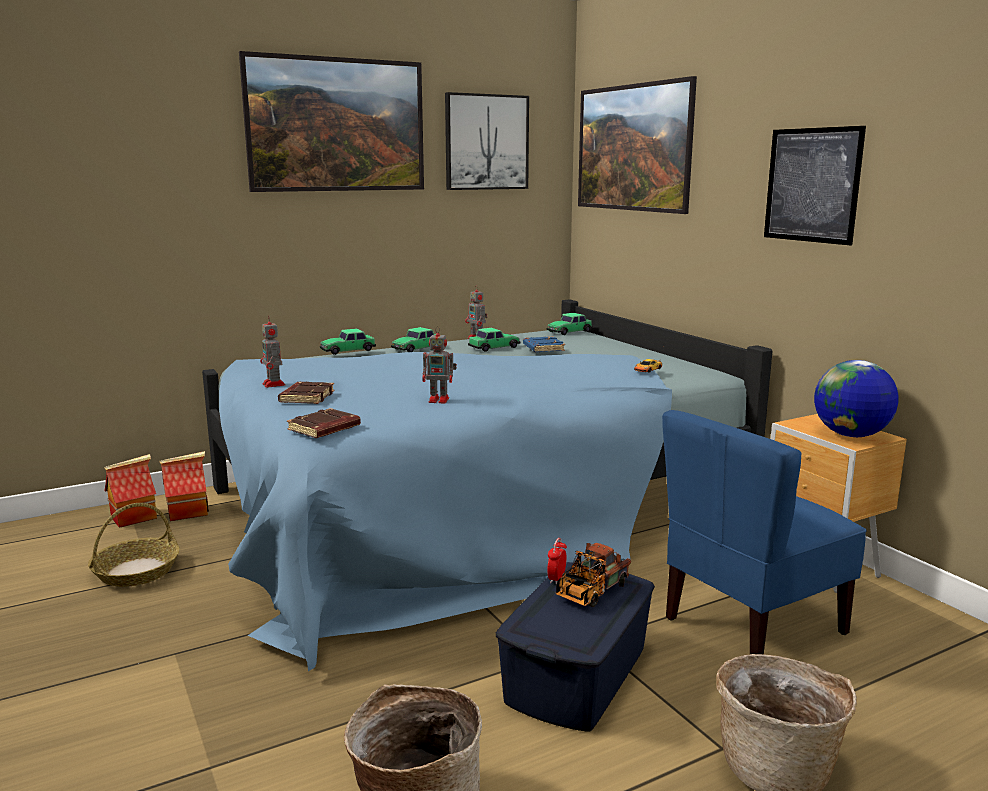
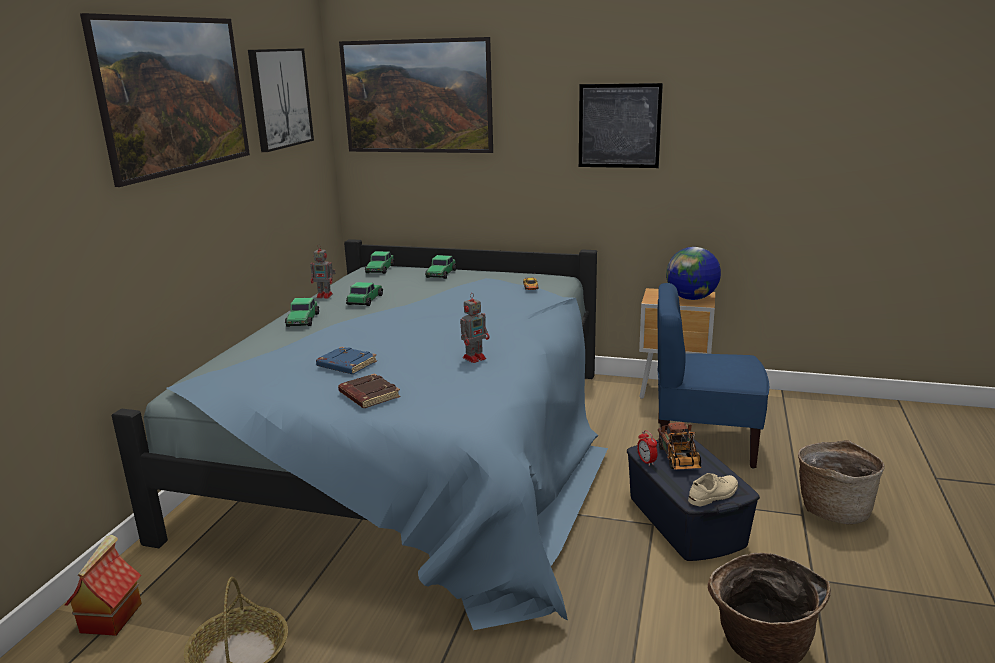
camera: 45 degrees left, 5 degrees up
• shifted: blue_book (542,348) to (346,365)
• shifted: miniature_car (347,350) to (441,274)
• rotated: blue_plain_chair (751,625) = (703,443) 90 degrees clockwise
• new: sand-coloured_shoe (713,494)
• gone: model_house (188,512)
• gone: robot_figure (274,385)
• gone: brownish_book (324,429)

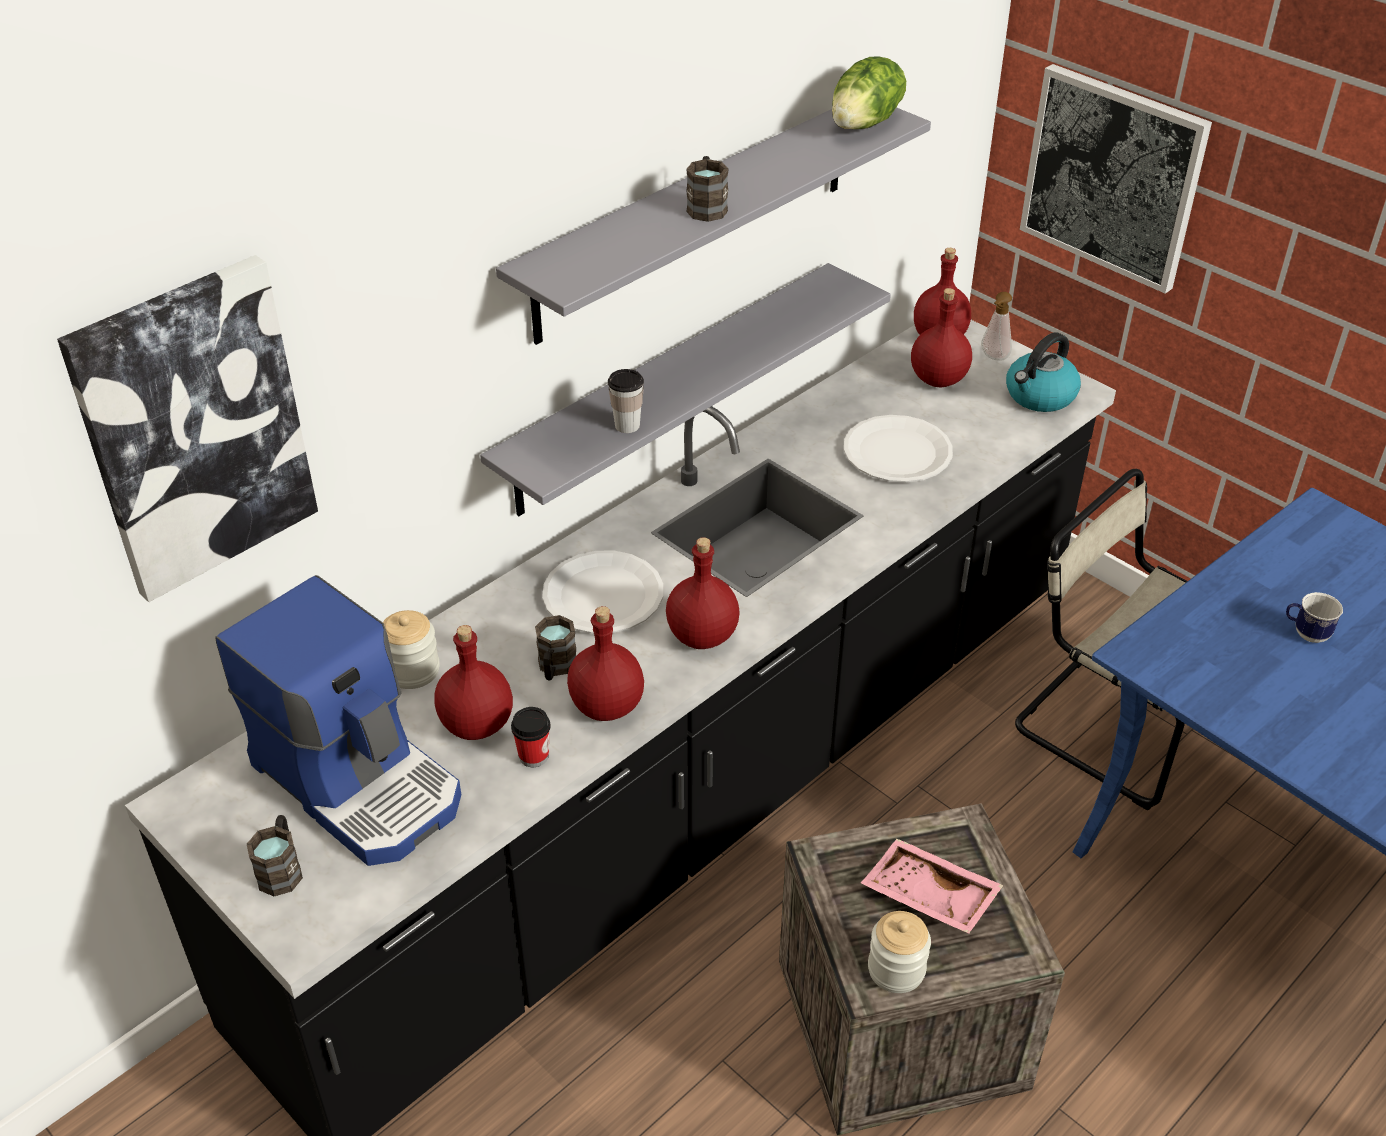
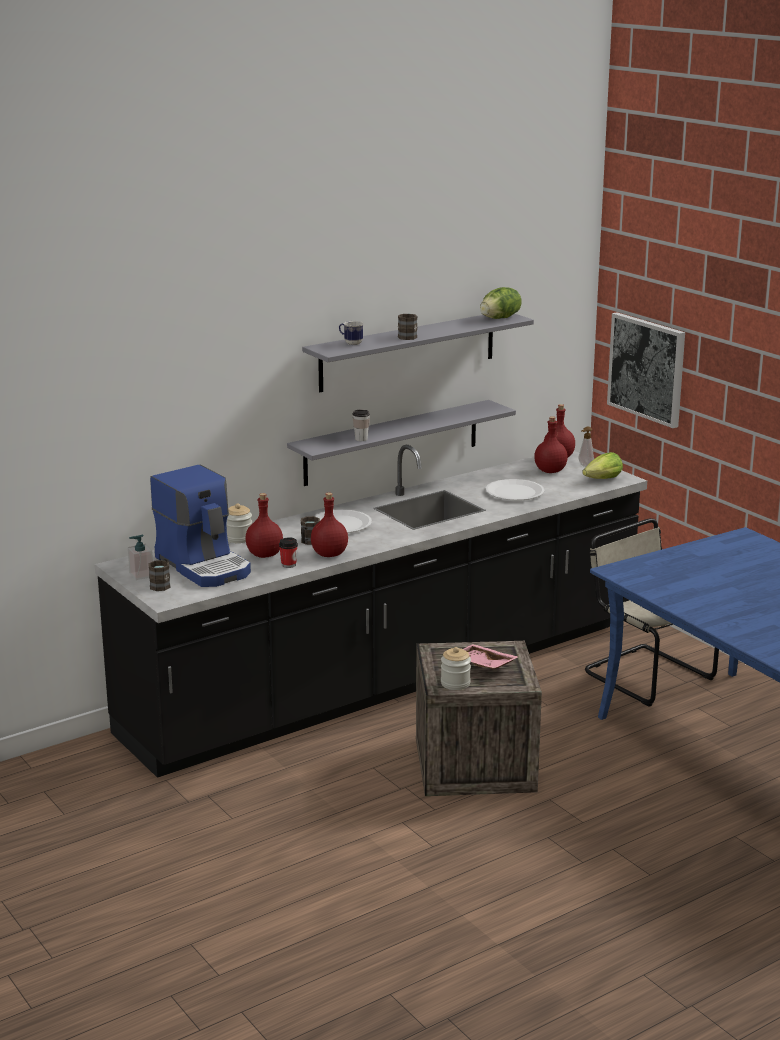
camera: 10 degrees right, 20 degrees down
• new: soap_bottle (141,575)
• shifted: coffee_mug (1305,633) to (351,343)
• swapped: tea_kettle (1039,396) to lettuce_head (603,479)
• gone: wall_picture (194,429)
• gone: reddish_beverage_bottle (703,636)

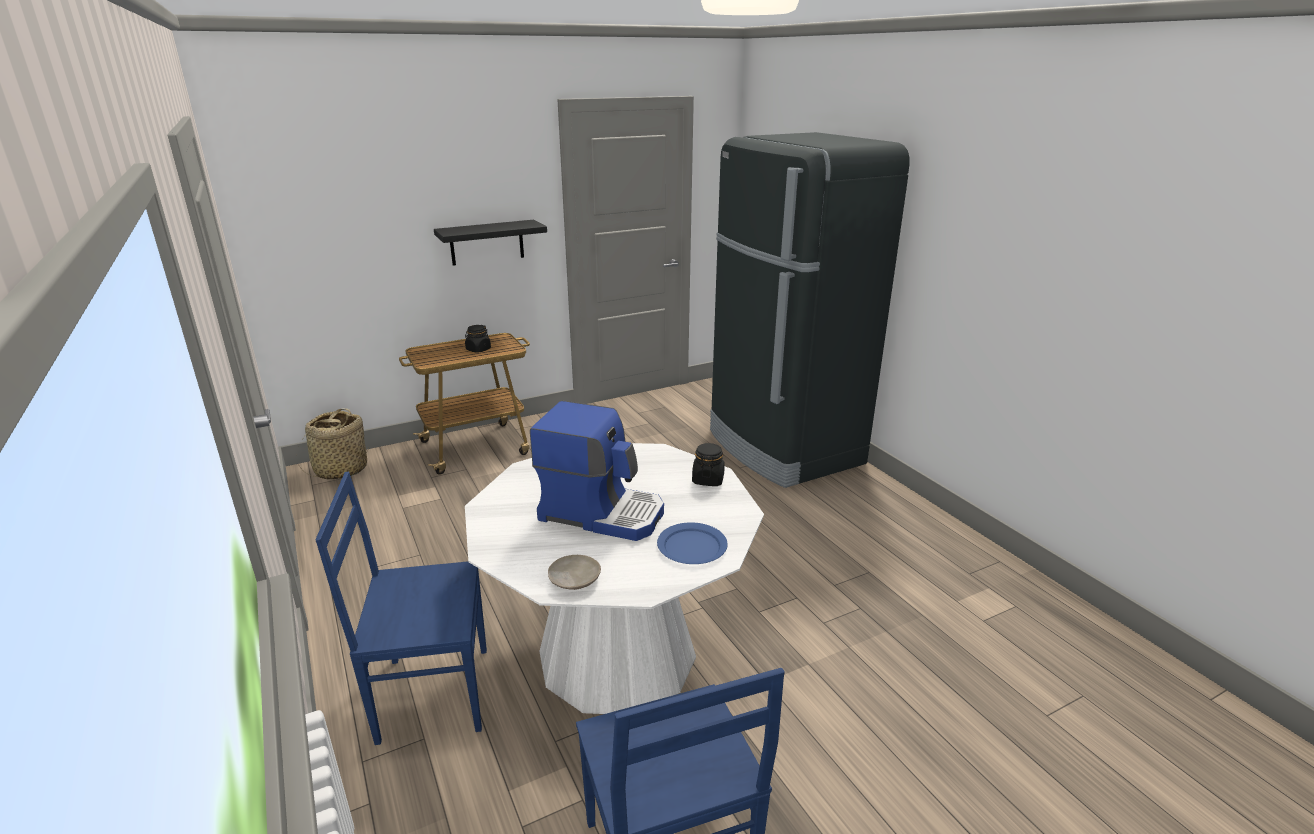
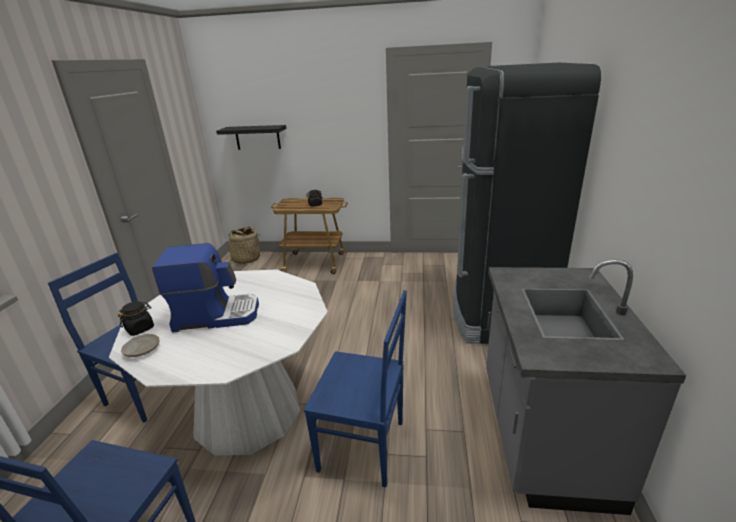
camera: 35 degrees right, 0 degrees up
• shifted: black_jar (708,479) to (140,328)
• rotated: coffee_brewer (602,512) = (216,315) 60 degrees counterclockwise
• shifted: black_shelf (487,242) to (257,137)
• new: blue_plain_chair (364,446)
• new: greyish_kitchen_base_unit (542,435)
• gone: blue_plate (692,546)

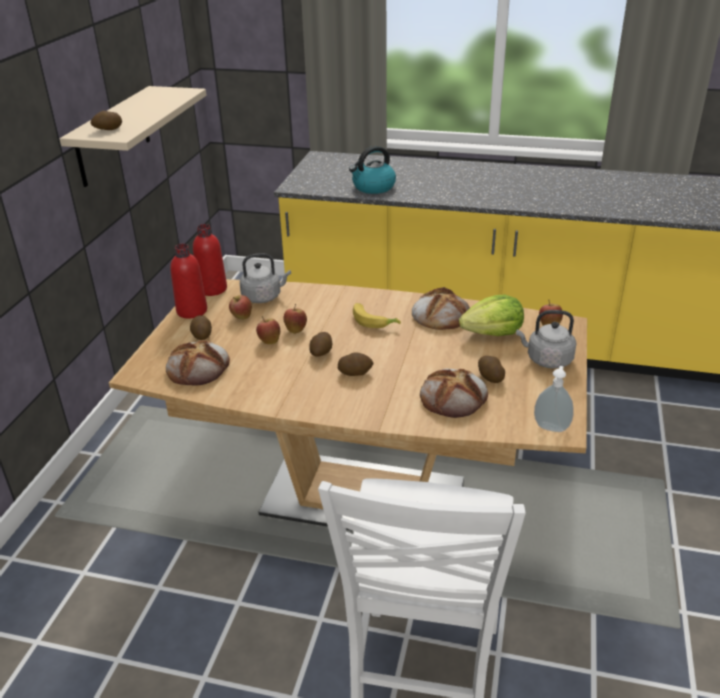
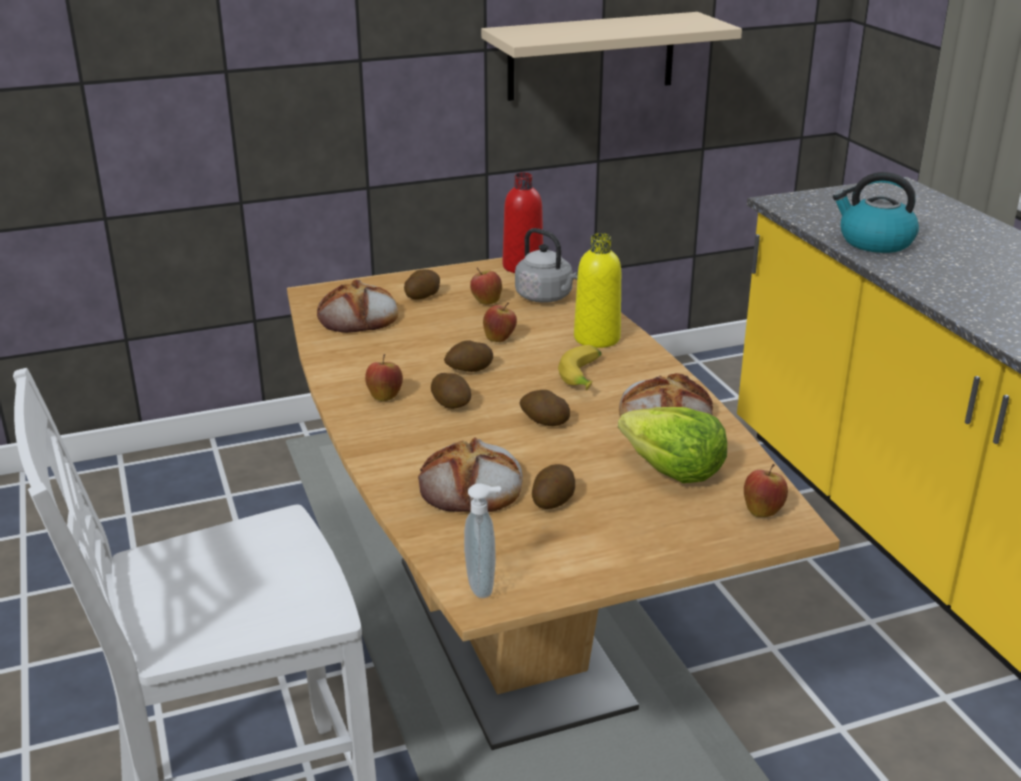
camera: 55 degrees right, 5 degrees down
• shifted: apple_fruit (269,341) to (384,396)
• shifted: potato (108,130) to (544,421)
• new: yellowish_beverage_bottle (597,338)
• gone: reddish_beverage_bottle (192,311)
• gone: greyish_tea_kettle (546,360)

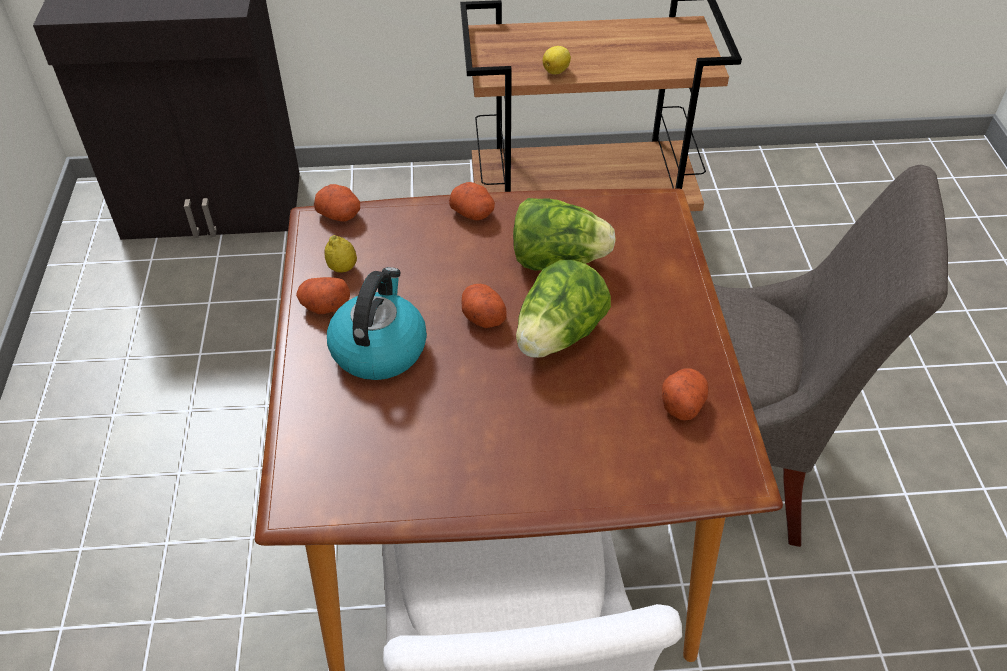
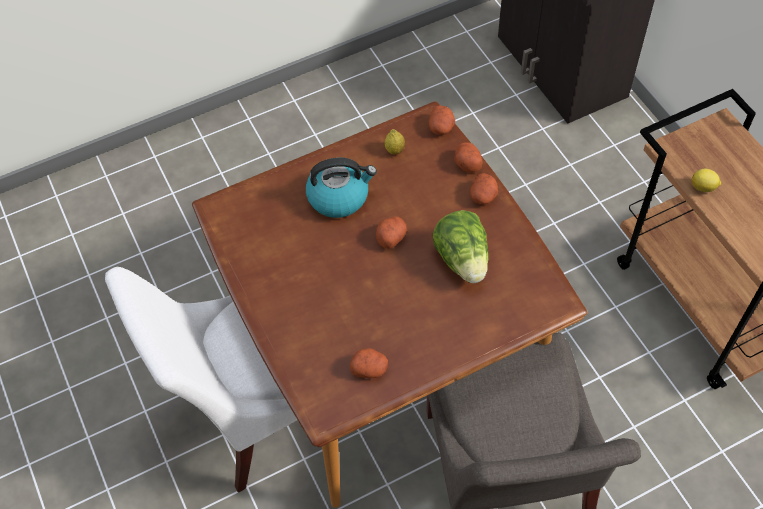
camera: 70 degrees right, 10 degrees up
• shifted: potato (324,306) to (467,163)
• gone: lettuce_head (558,336)

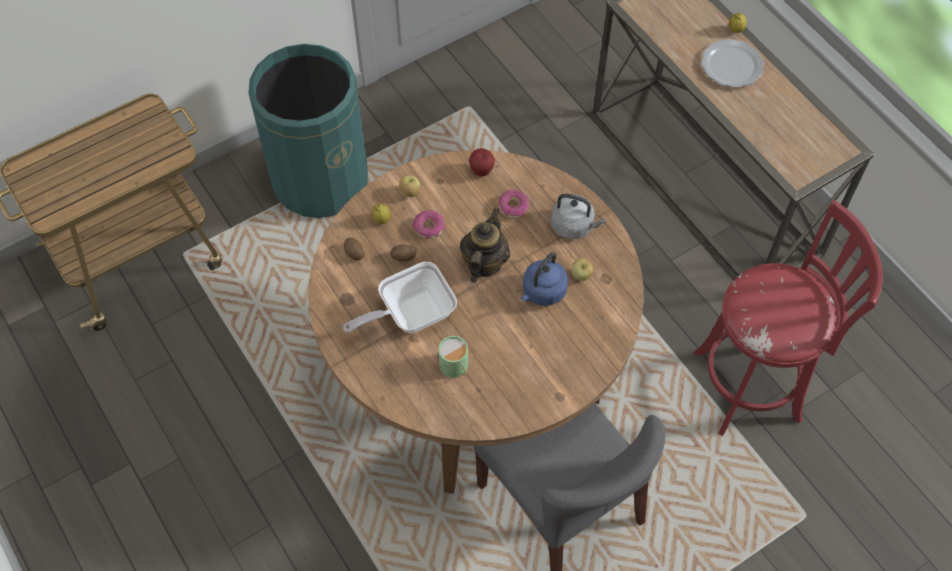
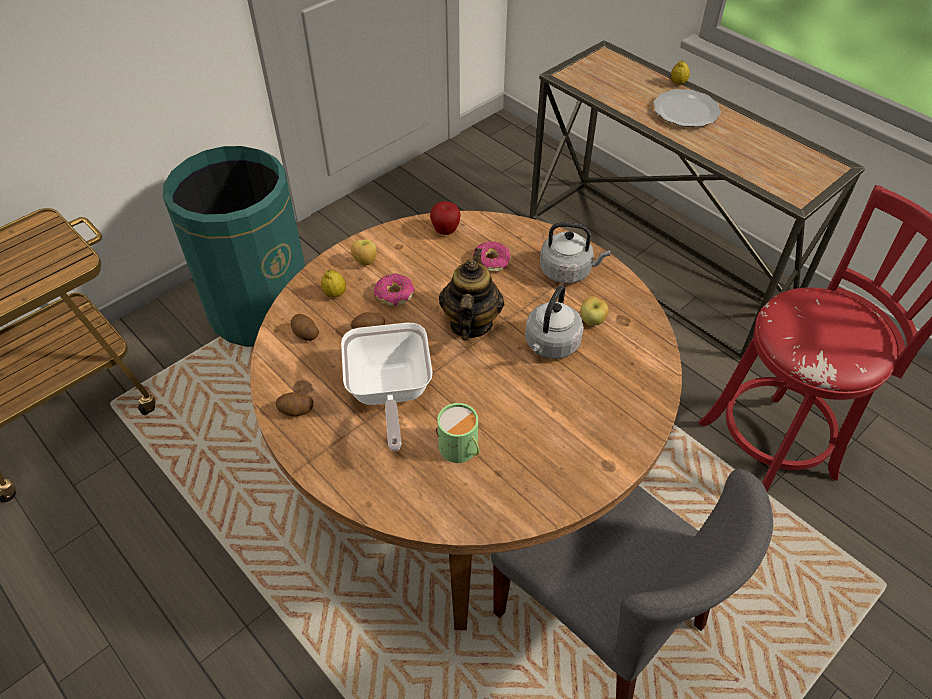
camera: 10 degrees left, 10 degrees down
• new: potato (296,411)
• rotated: frying_pan (410,314) = (389,394) 60 degrees counterclockwise
• repainted: blue_tea_kettle (542,292) to greyish_tea_kettle (551,345)

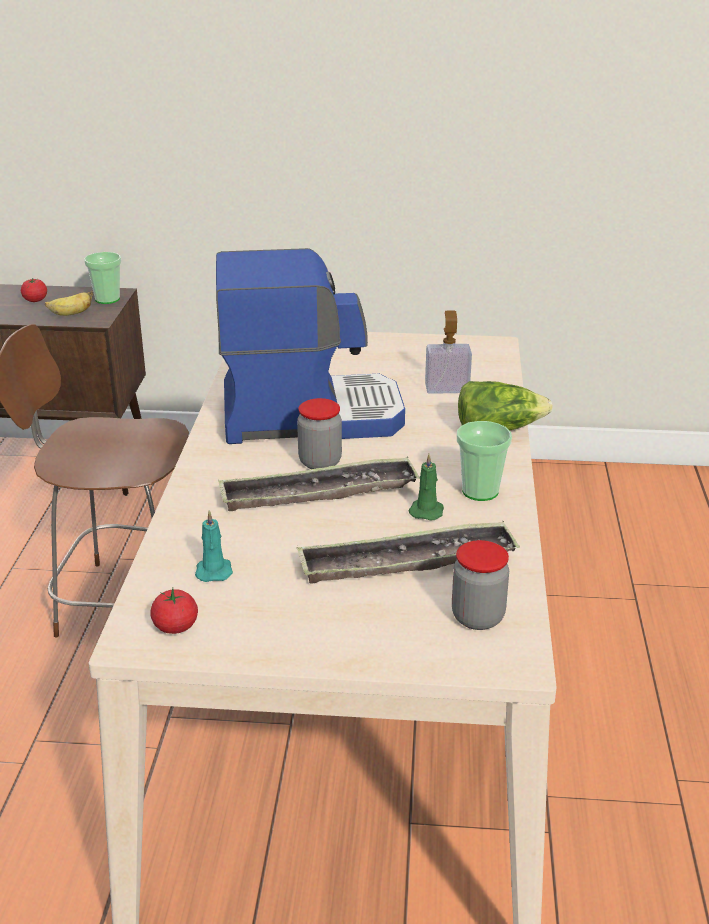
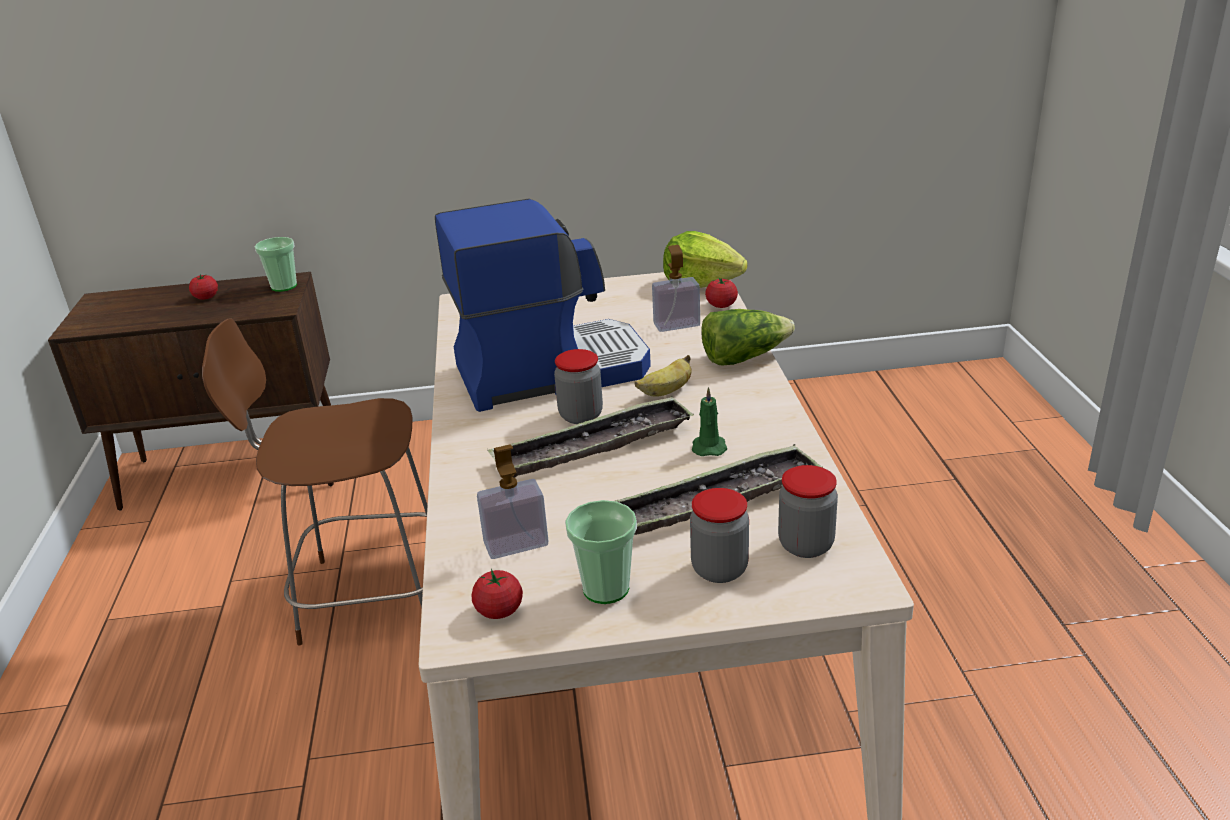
camera: 10 degrees left, 0 degrees up
• swapped: blue-green_wax_candle (214,570) to soap_bottle (516,544)
• shifted: small_cup (480,491) to (606,589)
• shifted: whole_banana (71,314) to (666,392)
• new: lettuce_head (701,283)
• new: jar (719,569)
• new: whole_tomato (721,305)

